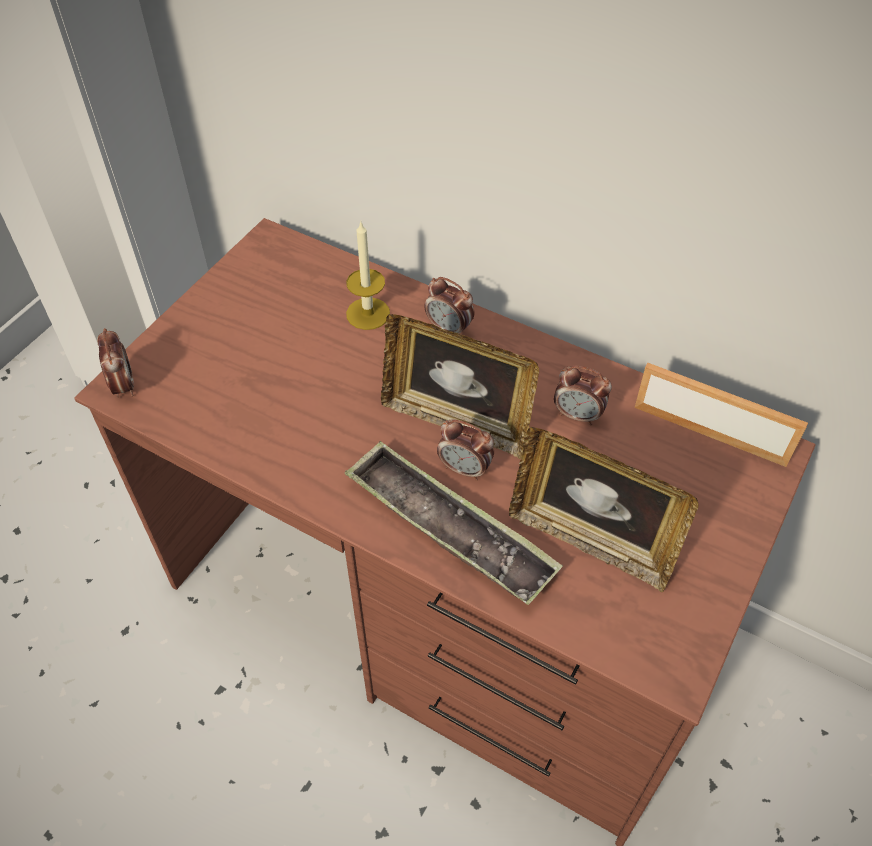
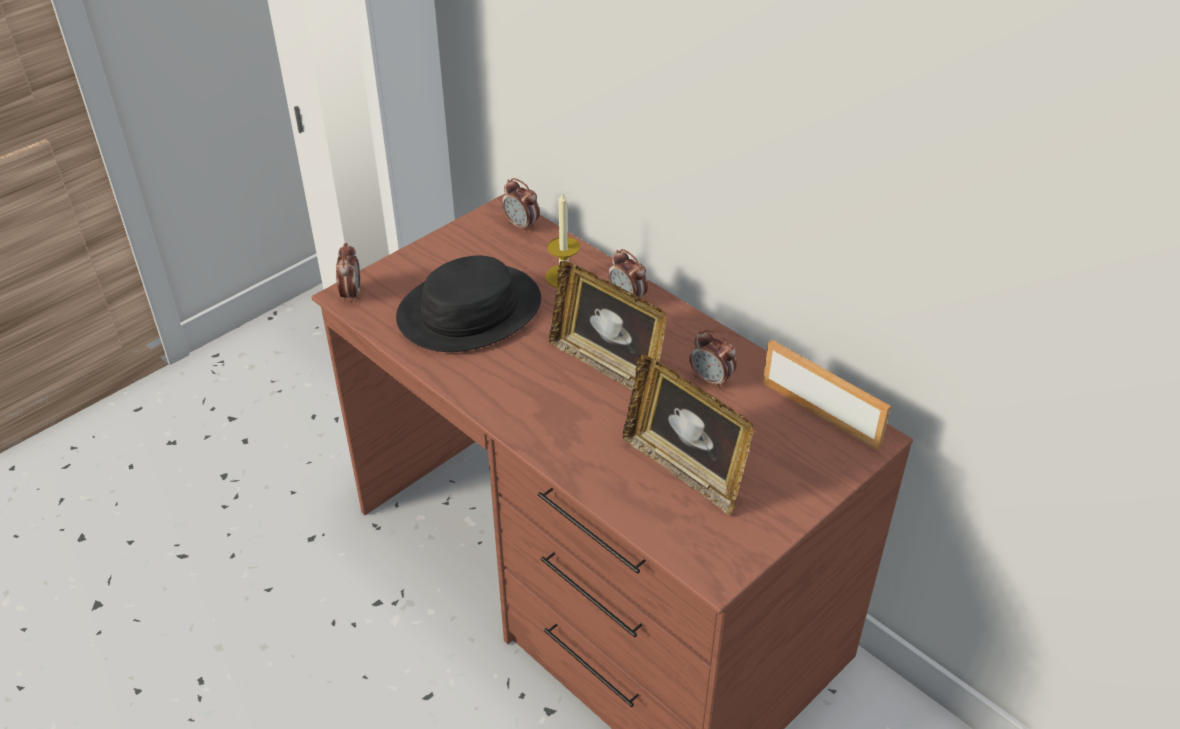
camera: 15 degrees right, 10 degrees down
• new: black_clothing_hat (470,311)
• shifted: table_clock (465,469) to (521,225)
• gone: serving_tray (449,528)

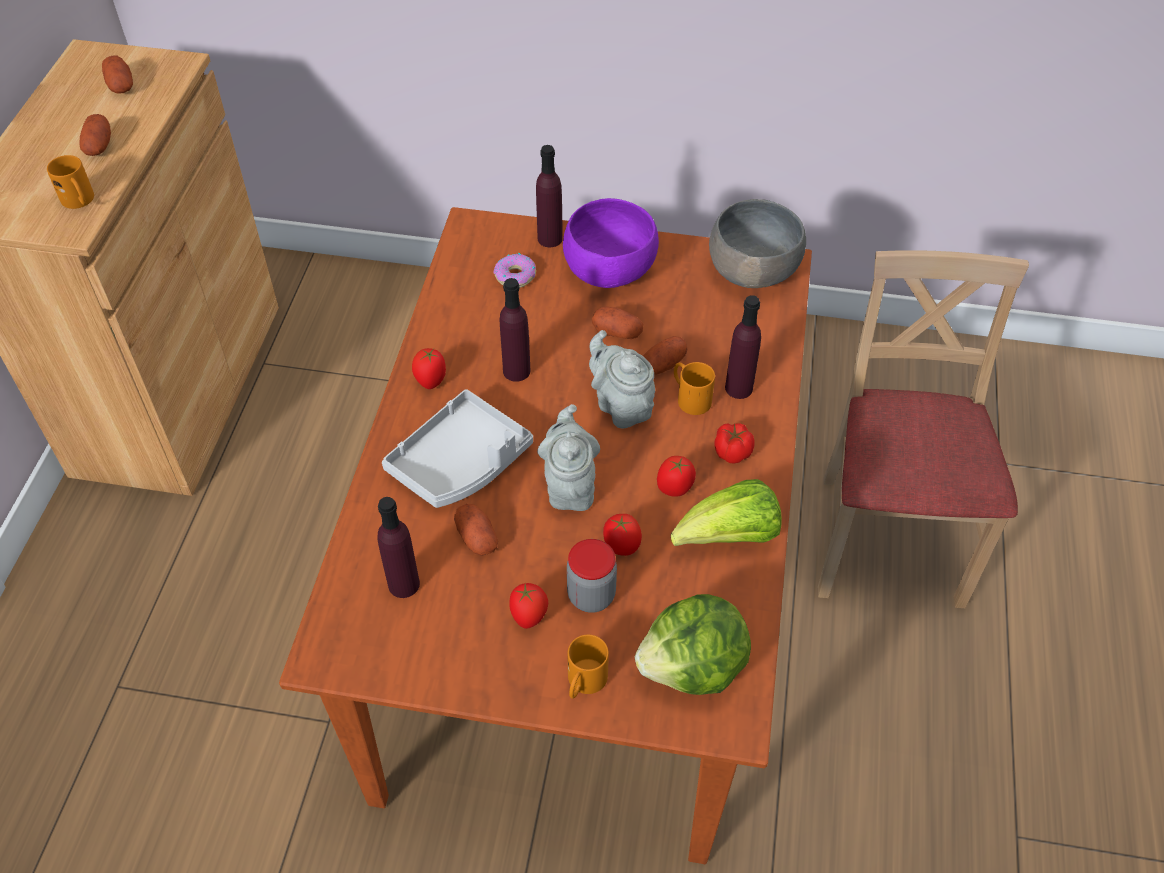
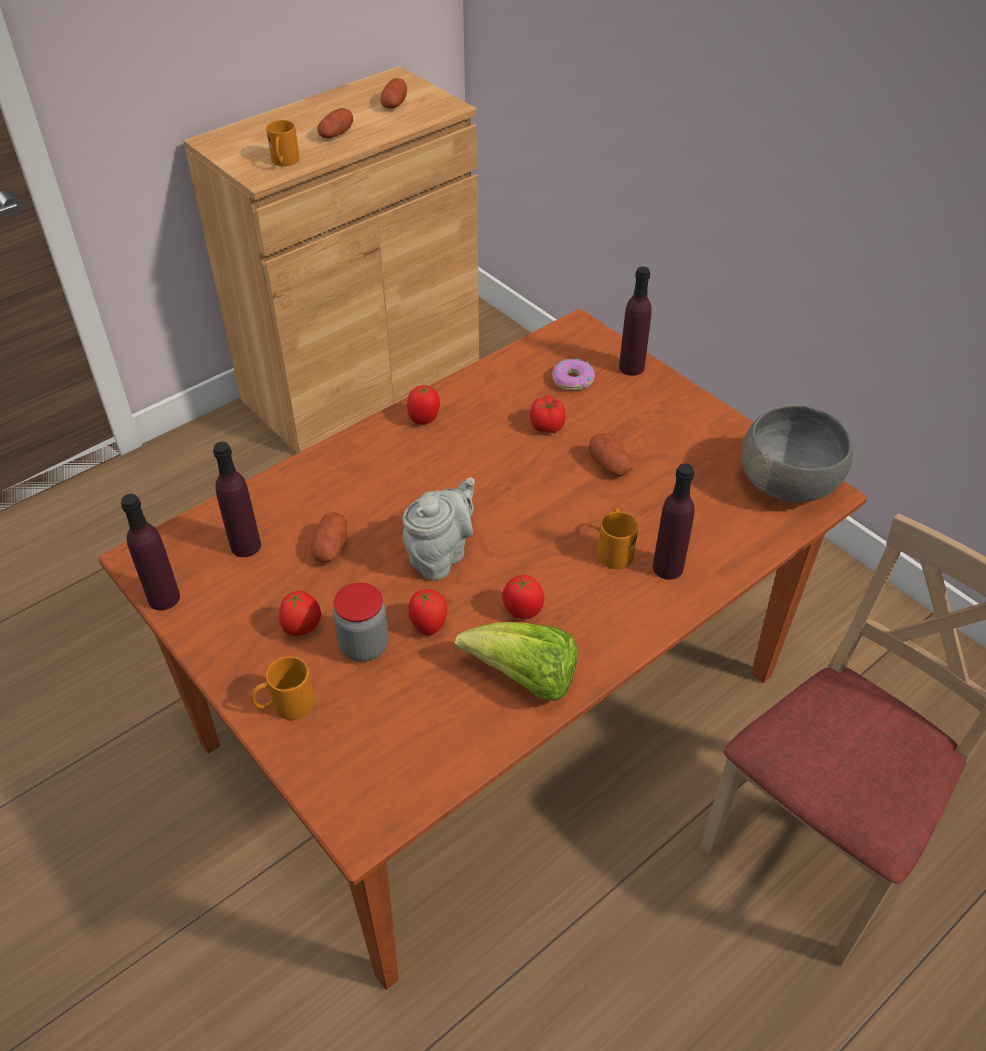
camera: 40 degrees right, 5 degrees down
• shifted: purplish_beverage_bottle (516,371) to (164,598)
• shifted: whole_tomato (731,452) to (547,425)
• gone: greyish_serving_tray (461,462)
• gone: purplish_serving_bowl (609,270)
• gone: greyish_tea_pot (621,405)
• gone: lettuce_head (693,668)
• gone: potato (663,365)

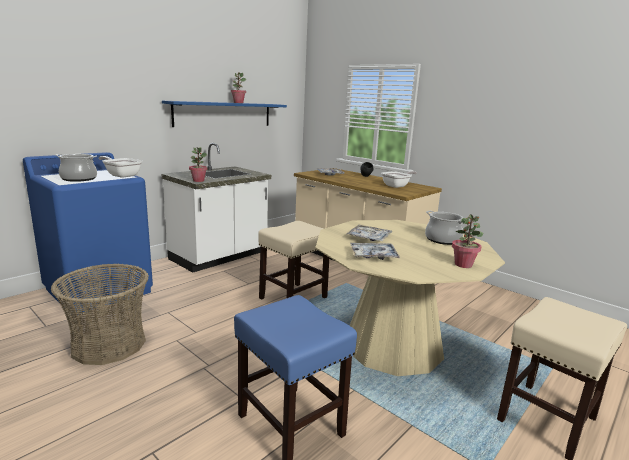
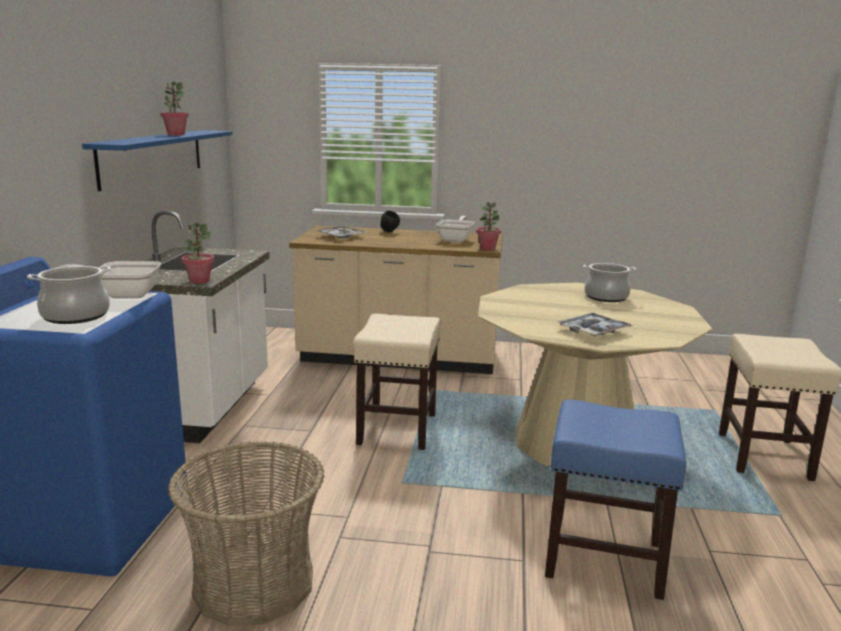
camera: 35 degrees left, 0 degrees up
• shifted: houseplant (463,265) to (487,248)
• gone: serving_tray (369,238)

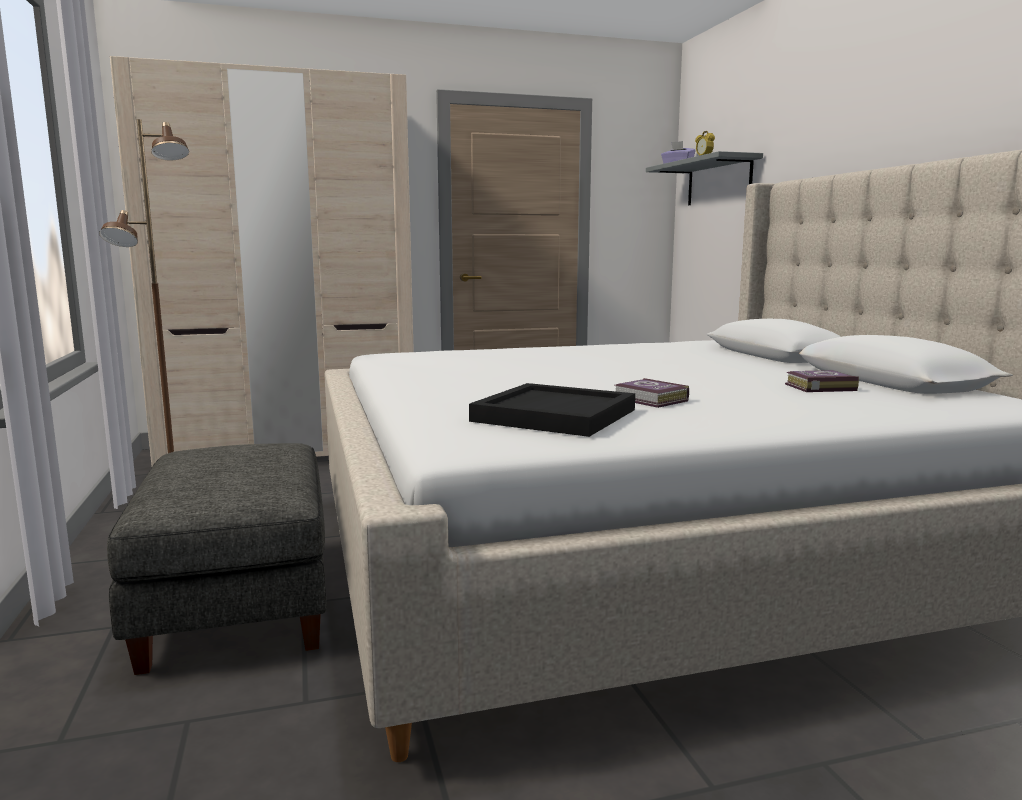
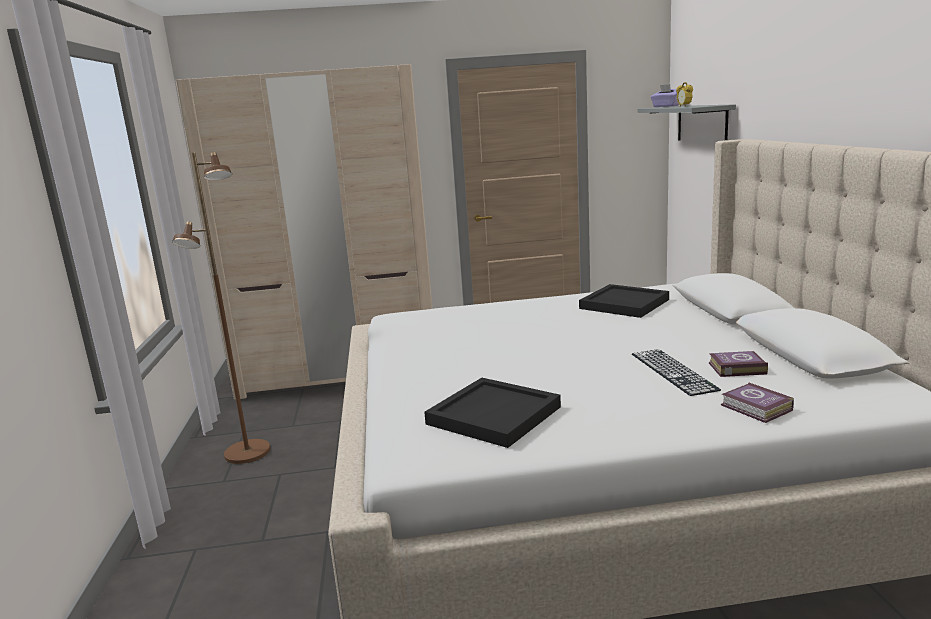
camera: 10 degrees right, 5 degrees up
• new: black_serving_tray (623,304)
• new: PC_keyboard (673,371)
• shifted: book (650,400) to (756,408)
• gone: greyish_pouffe (240,602)

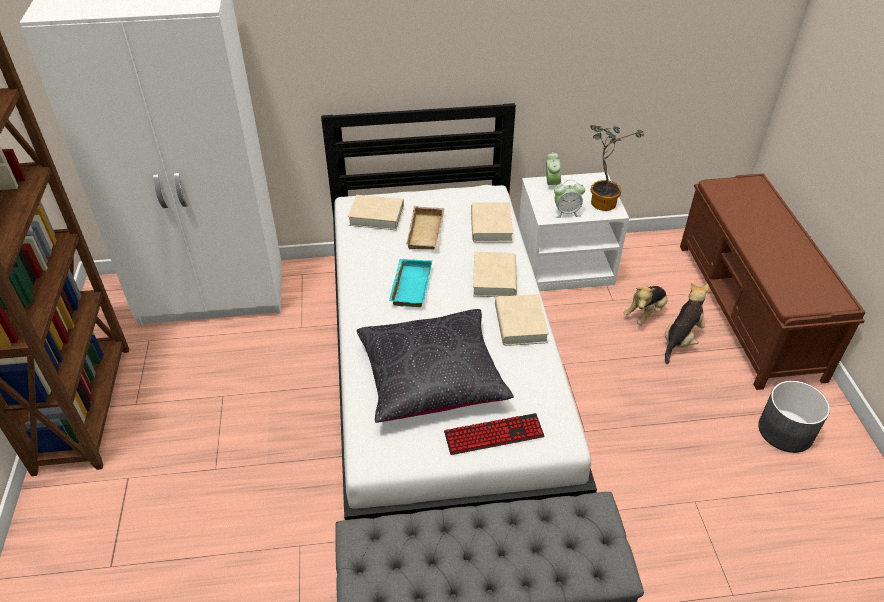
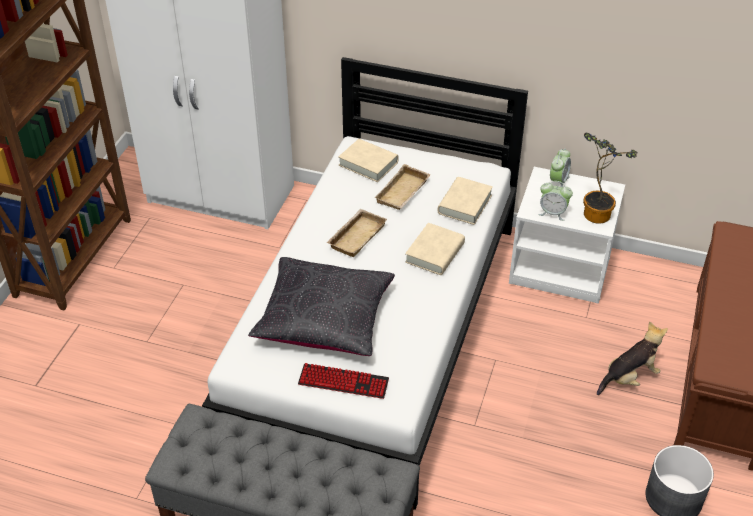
camera: 25 degrees right, 0 degrees up
• repainted: blue-green_serving_tray (409,286) to sand-coloured_serving_tray (356,235)
• gone: sand-coloured_book (520,324)
• gone: soft_toy (645,313)

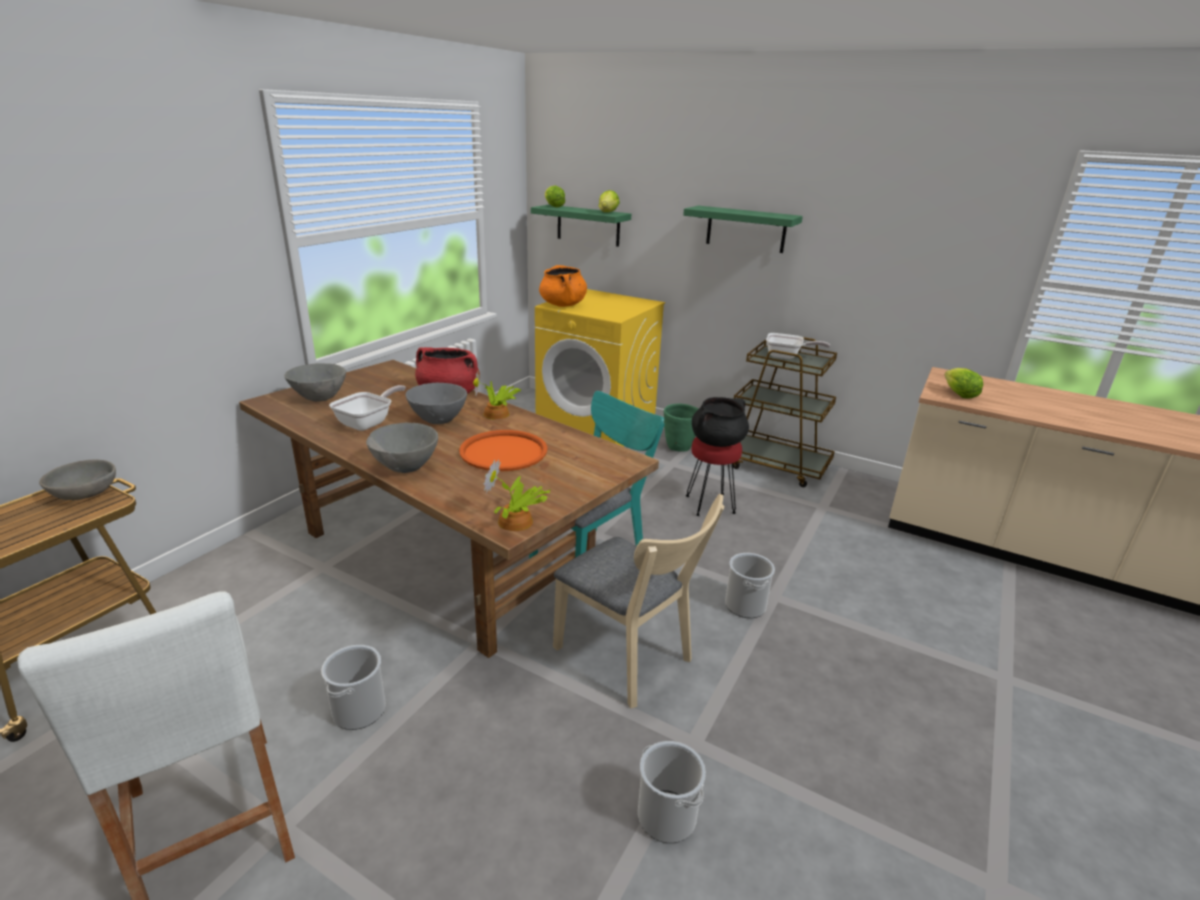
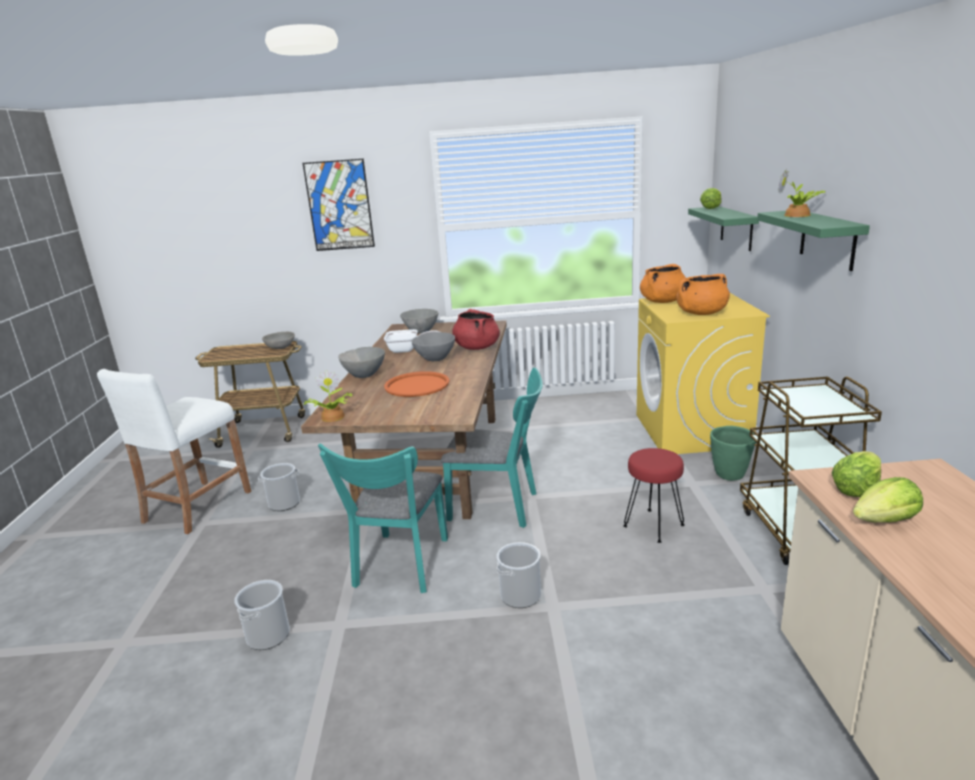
camera: 60 degrees right, 5 degrees down
• new: wall_picture (339,205)
• repainted: sand-coloured_plain_chair (629,659) to blue-green_plain_chair (400,567)
• new: orange-coloured_cooking_pot (701,313)
• shifted: houseplant (498,414) to (798,215)
• shifted: lettuce_head (608,213) to (885,521)
• gone: black_cooking_pot (718,442)
• gone: frying_pan (787,357)

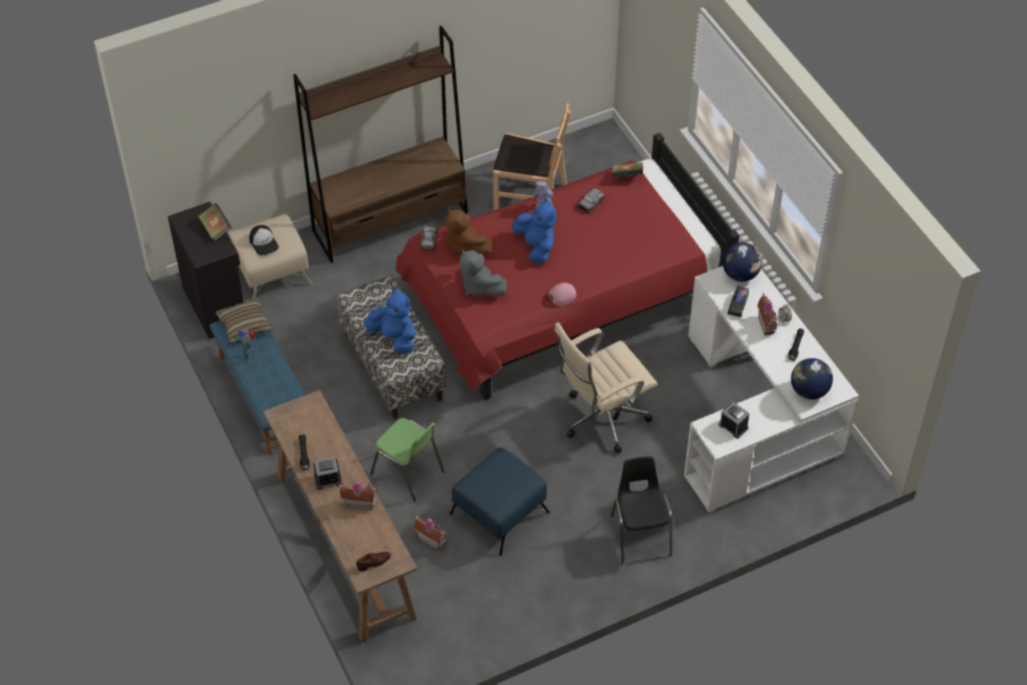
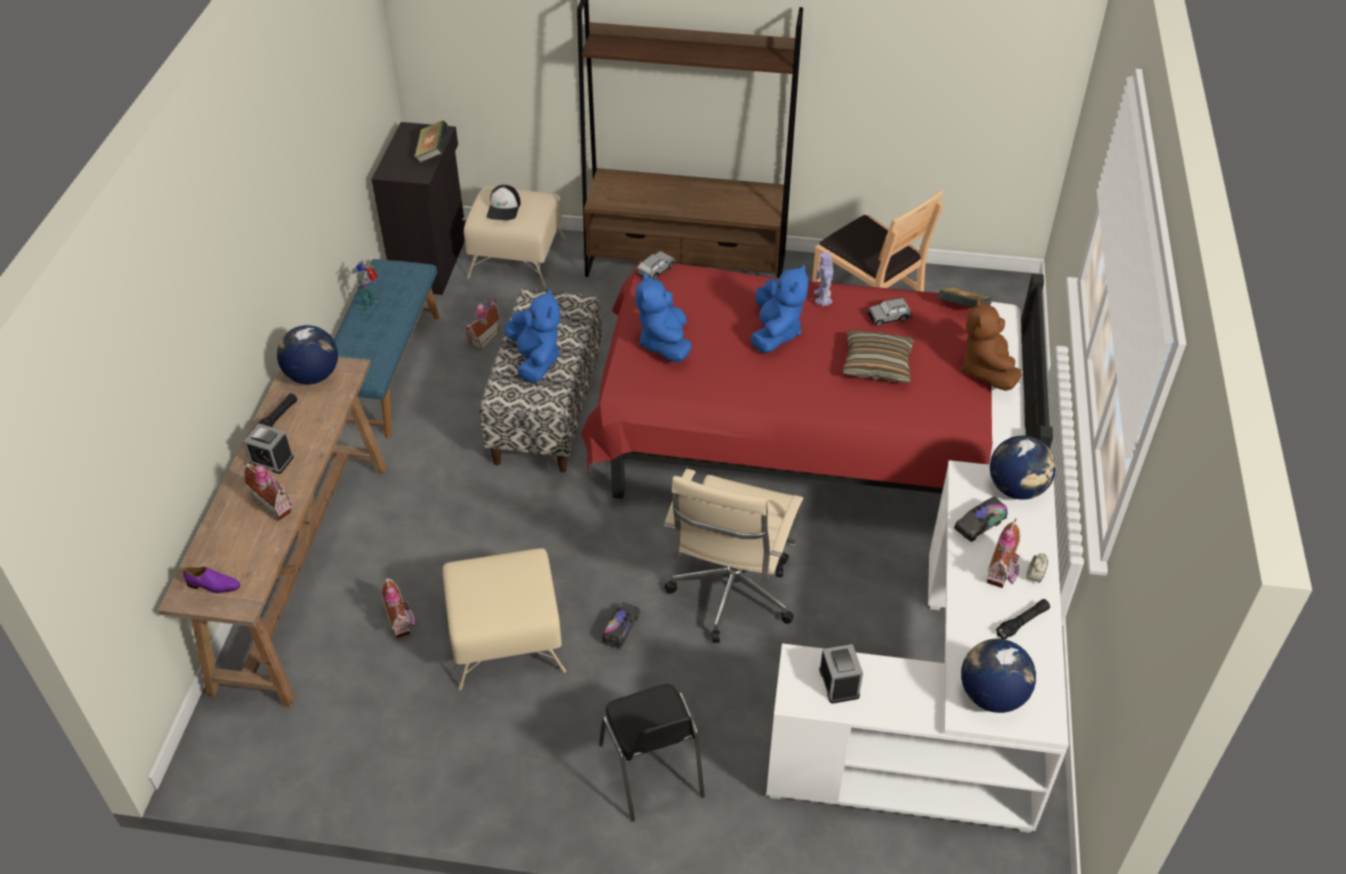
camera: 35 degrees right, 5 degrees down
• repainted: brownish_shoe (374,563) to purplish_shoe (213,585)
• new: globe (312,376)
• repainted: blue_pouffe (498,513) to sand-coloured_pouffe (505,637)
• new: model_house (482,338)
• rotated: black_plain_chair (640,535) = (652,771) 135 degrees clockwise
• new: toy_lorry (621,629)
• repainted: greyish_soft_toy (479,286) to blue_soft_toy (664,343)
• rotated: sand-coloured_desk_chair (601,420) = (731,596) 75 degrees counterclockwise
• shifted: throw_pillow (245,325) to (877,364)
• shifted: brownish_soft_toy (465,246) to (986,370)
• gone: green_plain_chair (408,473)
• gone: pinkish_peaked_cap (559,297)

